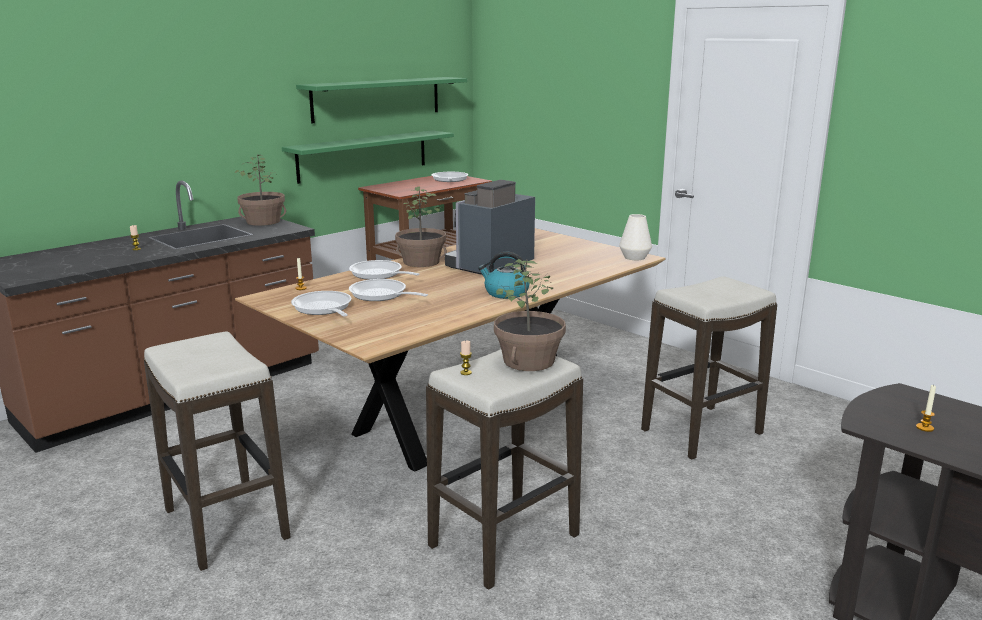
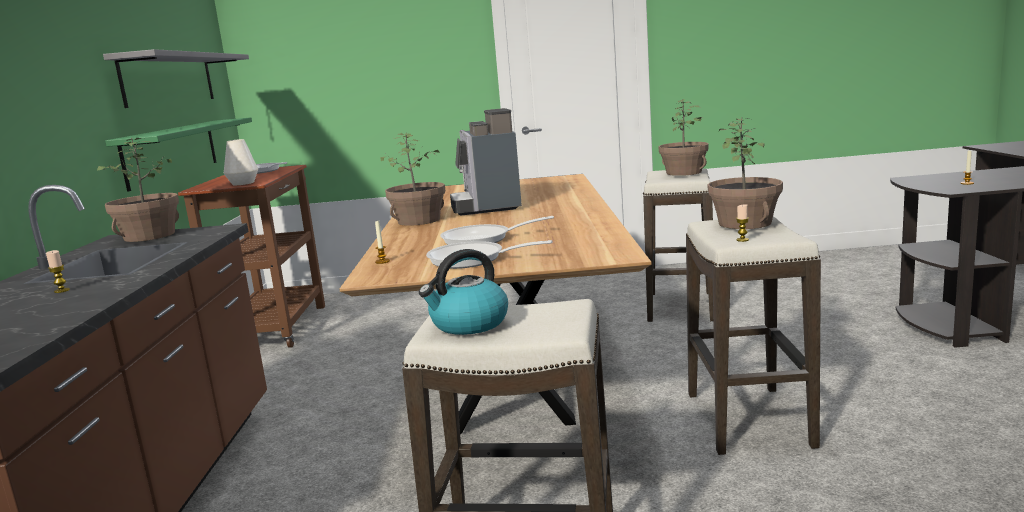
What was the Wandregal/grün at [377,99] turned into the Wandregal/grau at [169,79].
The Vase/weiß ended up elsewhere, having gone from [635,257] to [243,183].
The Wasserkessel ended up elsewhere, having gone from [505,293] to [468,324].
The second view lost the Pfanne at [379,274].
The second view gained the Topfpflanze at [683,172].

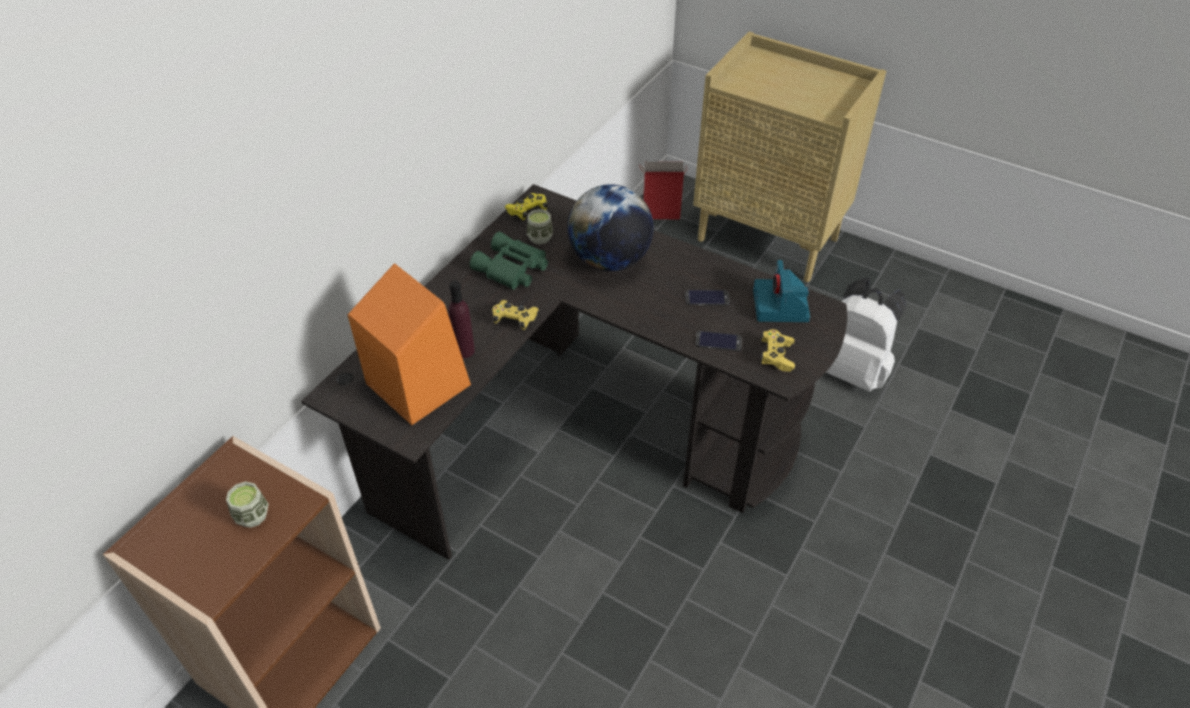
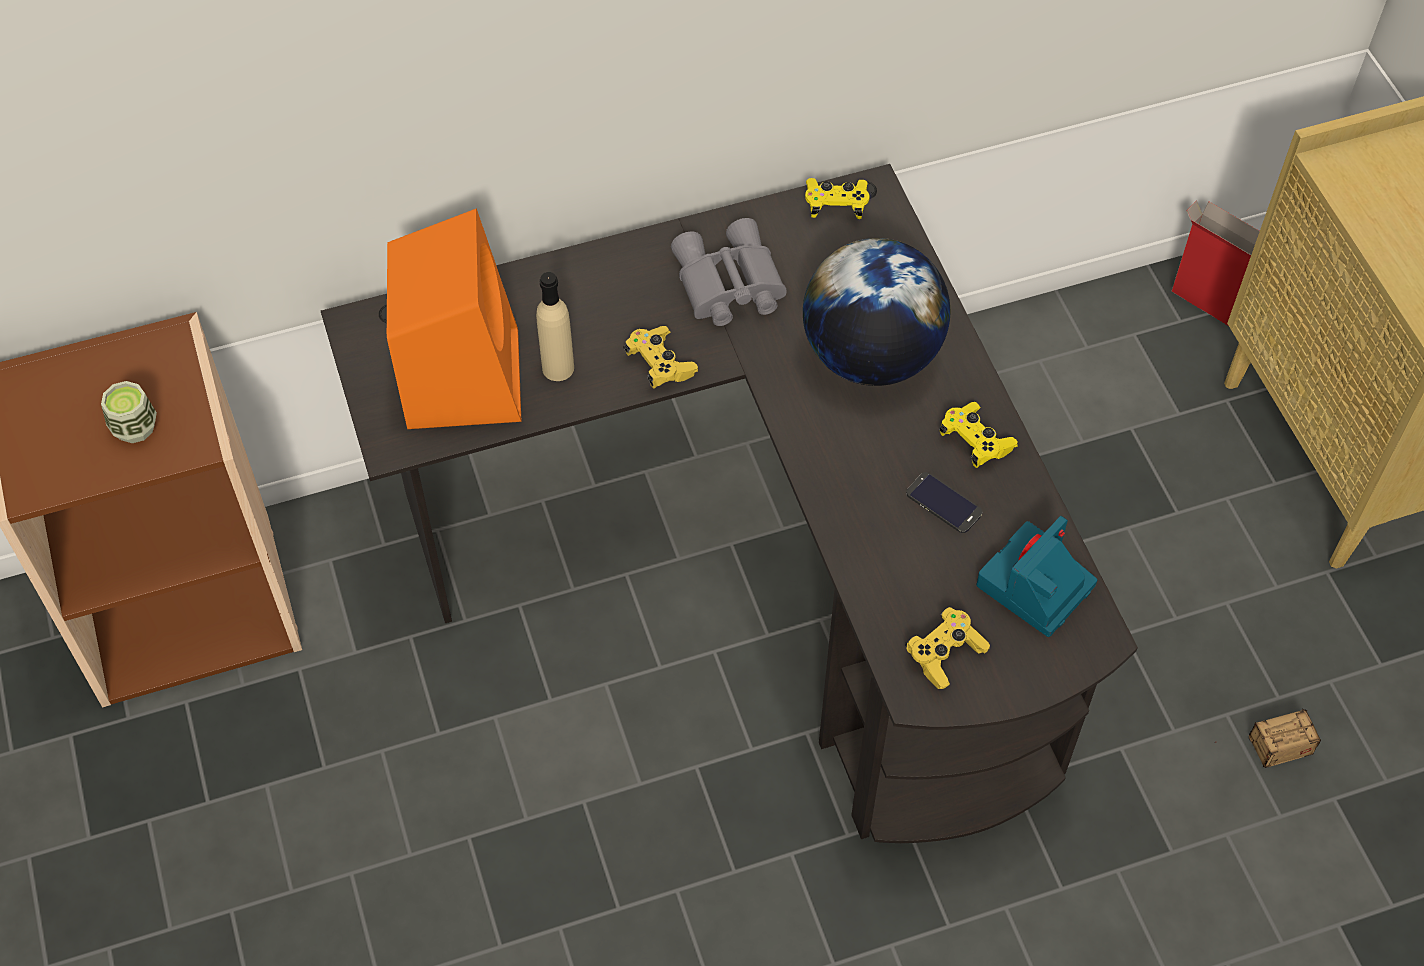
The second view lost the Tasse at [540,237].
What was the Fernglas/grün at [511,269] turned into the Fernglas/grau at [727,285].
Where the Rucksack/weiß stood at [851,370], the Aufbewahrungsbox came to stand at [1246,755].
What was the Flasche/lila at [464,350] turned into the Flasche/beige at [558,368].
The second view lost the Handy at [718,341].
The second view gained the Gamepad/gelb at [975,442].

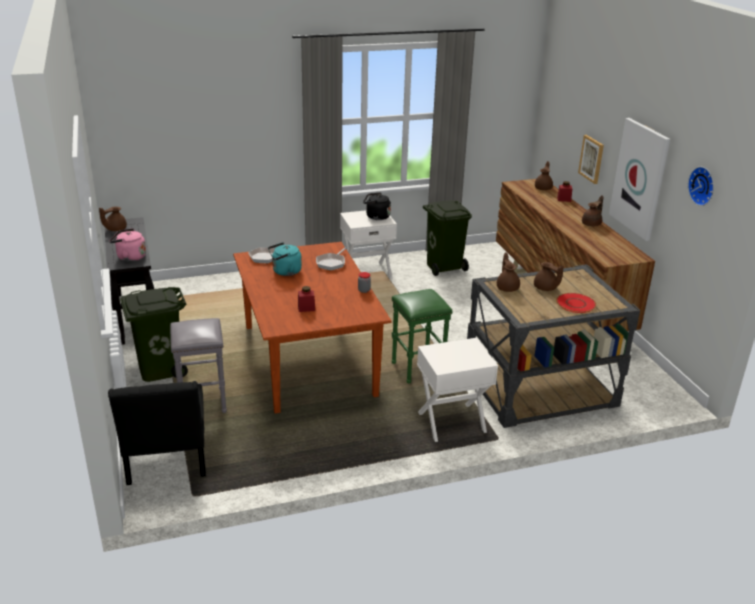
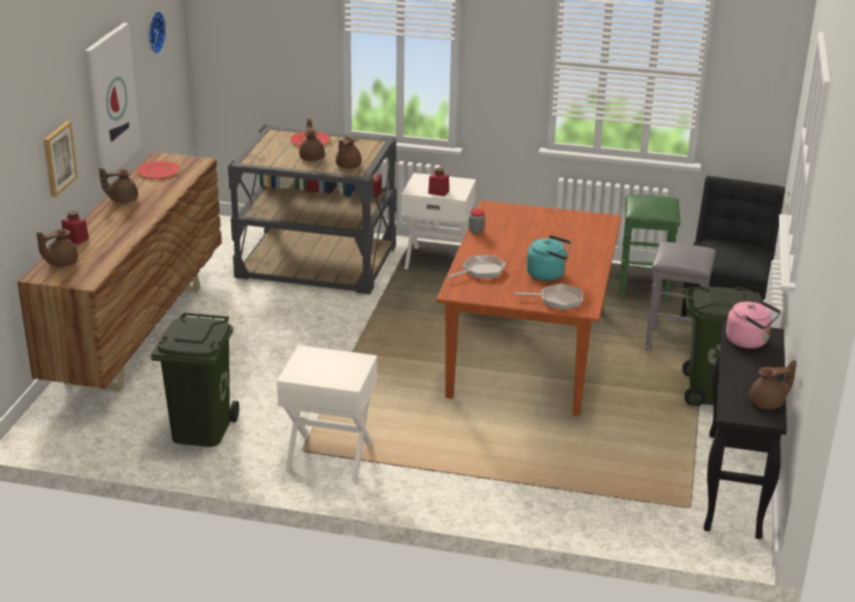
The second view lost the Wasserkessel/schwarz at [376,217].
The Vorratsglas/rot ended up elsewhere, having gone from [306,308] to [438,192].
The Hocker/grün ended up elsewhere, having gone from [419,369] to [642,287].
The second view gained the Teller/rot at [158,171].

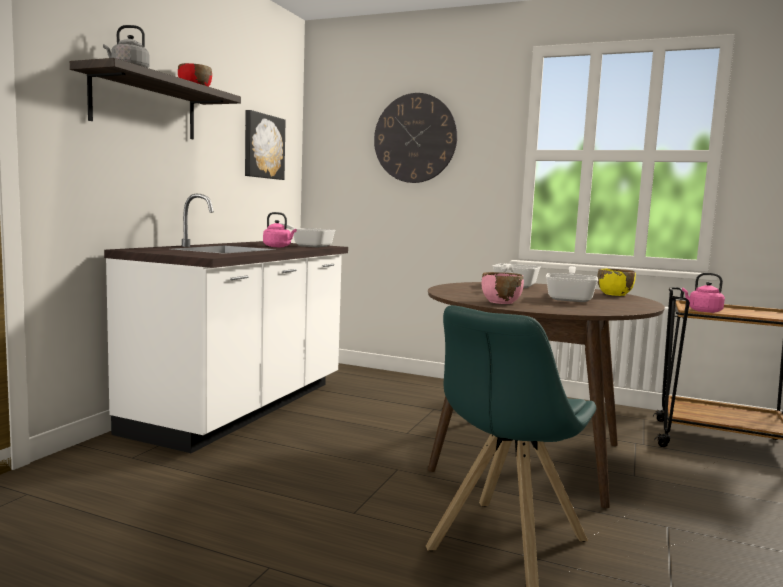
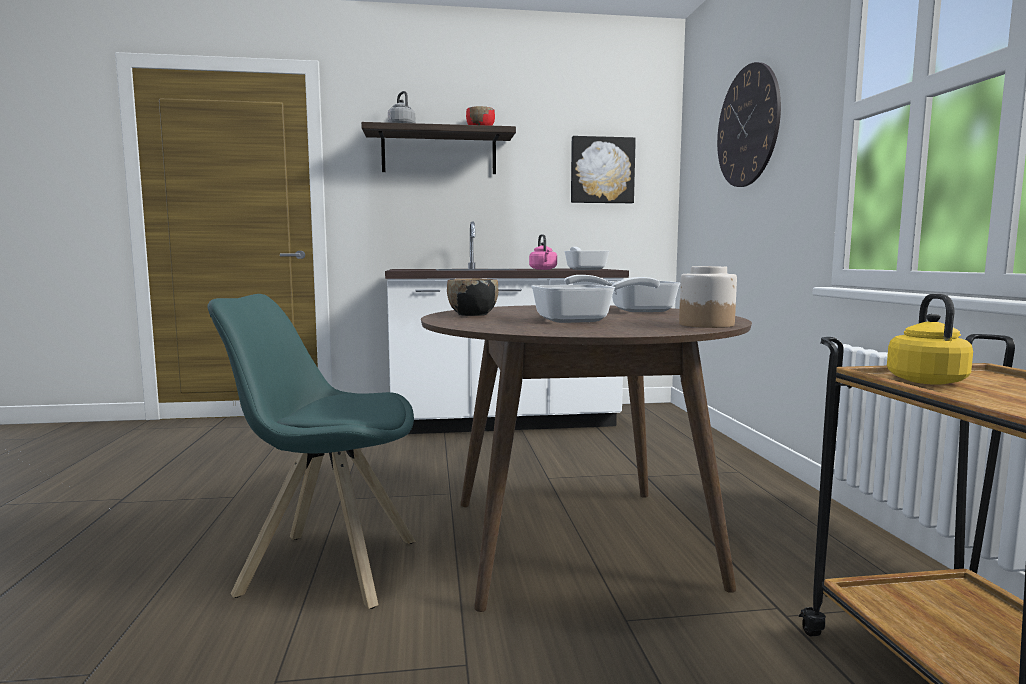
Where the Schüssel/gelb stood at [614,294], the Vorratsglas came to stand at [706,325].
What was the Schüssel/rosa at [500,302] turned into the Schüssel/schwarz at [472,314].
What was the Wasserkessel/rosa at [703,311] turned into the Wasserkessel/gelb at [924,380].

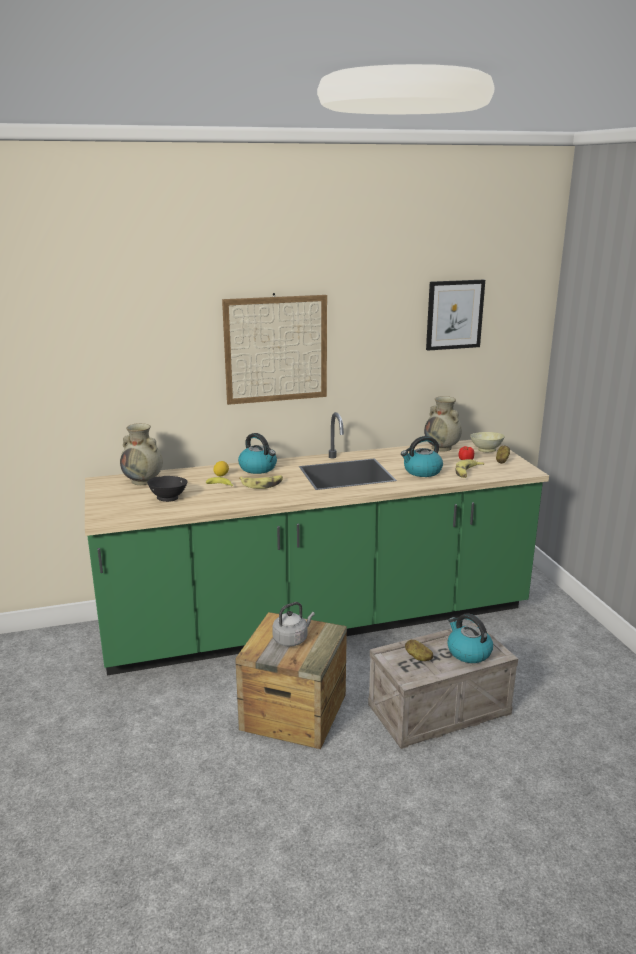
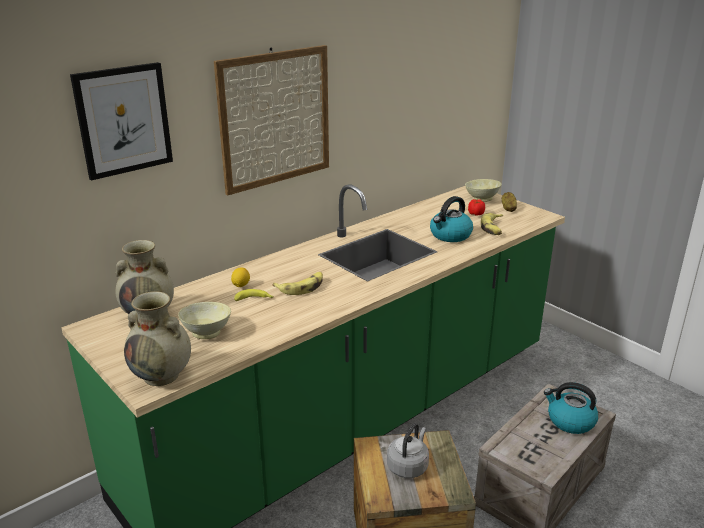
The Bild ended up elsewhere, having gone from [454,314] to [123,120].
The Vase/beige ended up elsewhere, having gone from [442,448] to [162,375].
The second view lost the Wasserkessel at [258,468].
What was the Schüssel/schwarz at [169,498] turned into the Schüssel/beige at [207,332].
The second view lost the Kartoffel at [418,657].

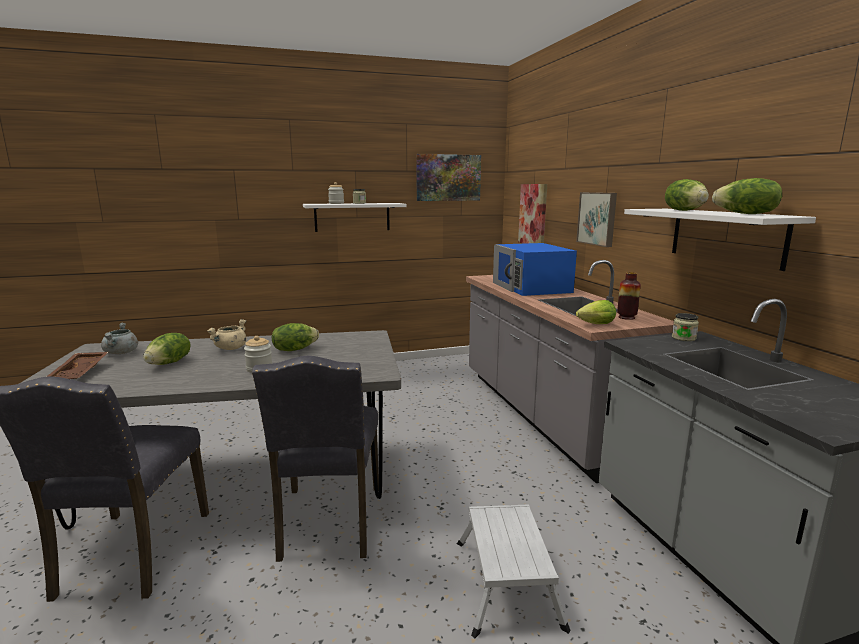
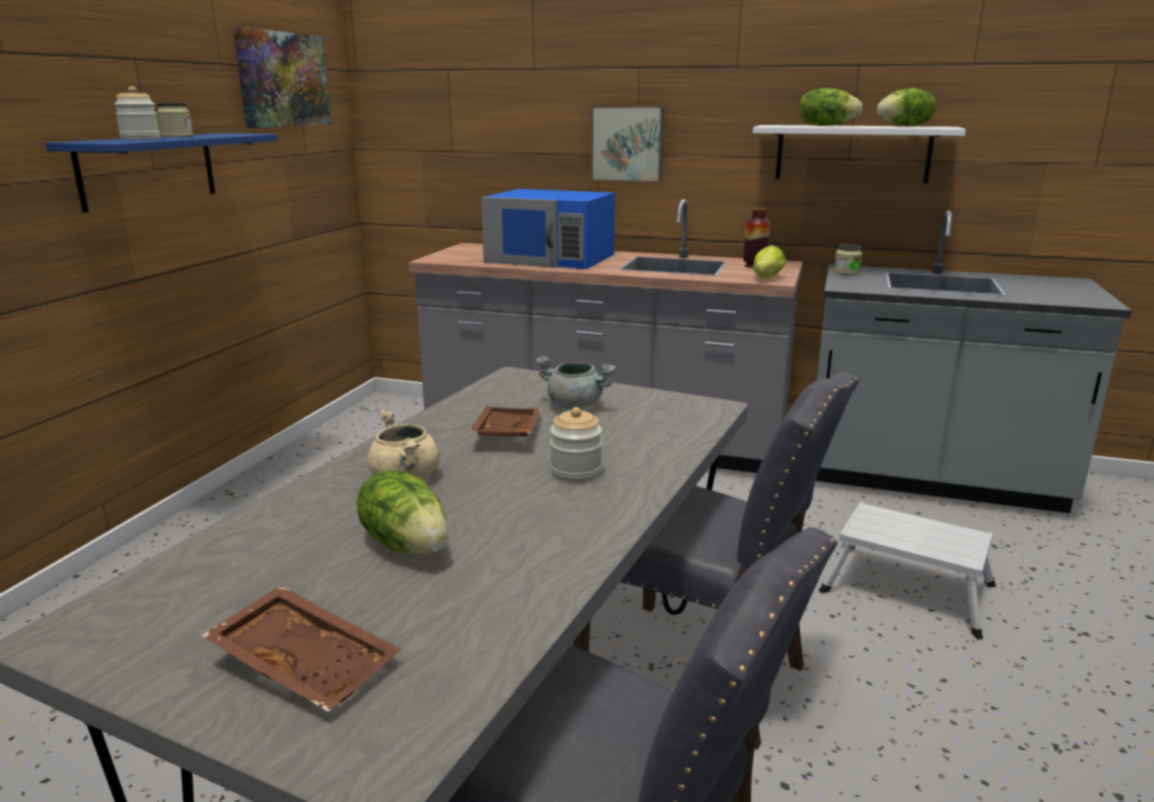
The second view lost the Bild at [533,214].
What was the Wandregal/weiß at [352,217] turned into the Wandregal/blau at [148,170].
The Kochtopf/grau ended up elsewhere, having gone from [121,353] to [576,405].
Where the Salatkopf stood at [294,349], the Tablett/braun came to stand at [505,433].

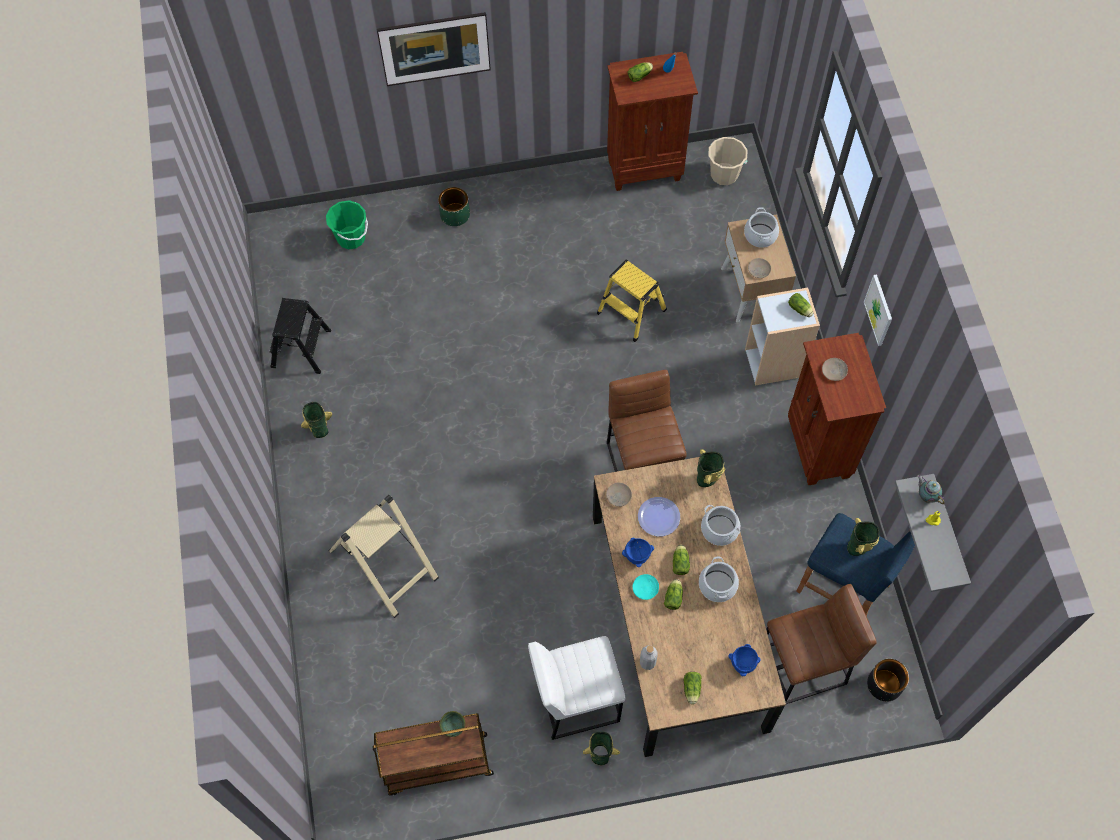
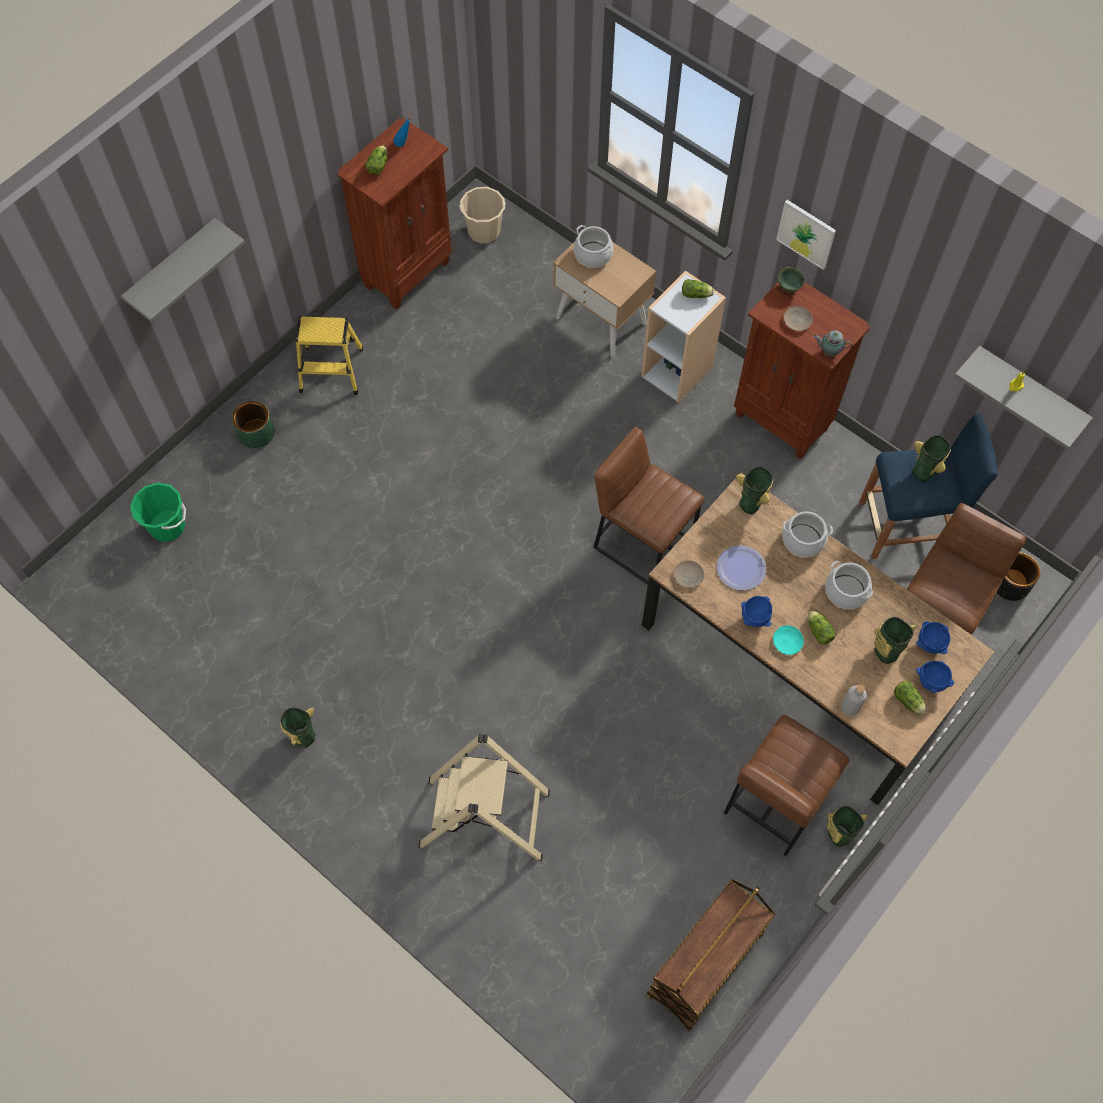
Where the Bild hung at [436,62], the Wandregal/grau came to hang at [173,268].
The second view lost the Teller/beige at [759,270].
The Trittleiter/gelb ended up elsewhere, having gone from [632,311] to [332,369].
The second view lost the Trittleiter/schwarz at [301,348].
The Teekanne ended up elsewhere, having gone from [926,496] to [829,351].
The second view lost the Salatkopf at [680,562].
What was the Stuhl/weiß at [576,701] turned into the Stuhl/braun at [775,803].
The Schüssel/grün ended up elsewhere, having gone from [453,726] to [789,287].
The second view gained the Vase at [885,651].
The second view gained the Schüssel/blau at [931,683].

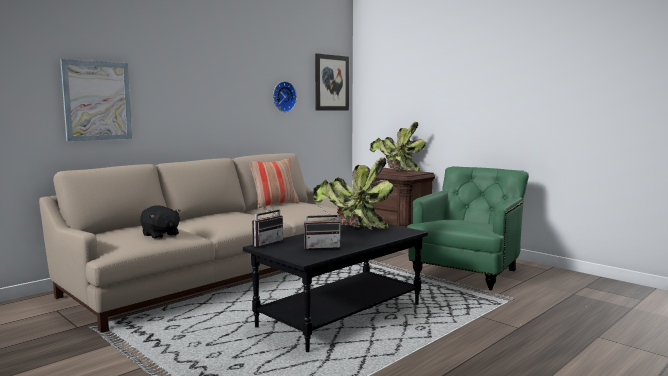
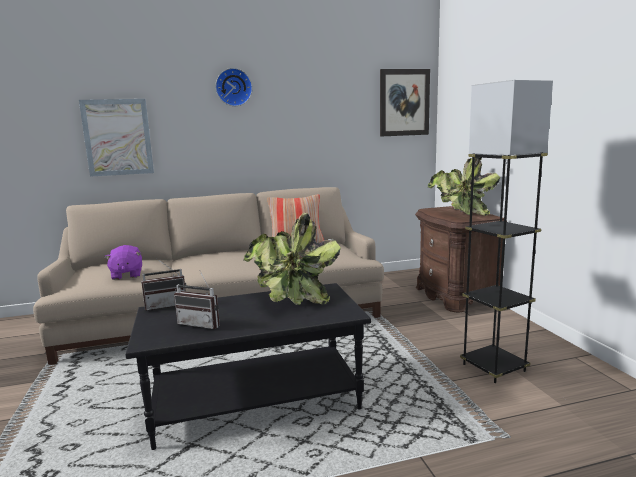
The Wanduhr ended up elsewhere, having gone from [283,96] to [233,87].
Where the Sessel/grün stood at [468,272], the Stehlampe/grau came to stand at [494,368].
What was the Plüschtier/schwarz at [160,235] turned into the Plüschtier/lila at [126,275].

